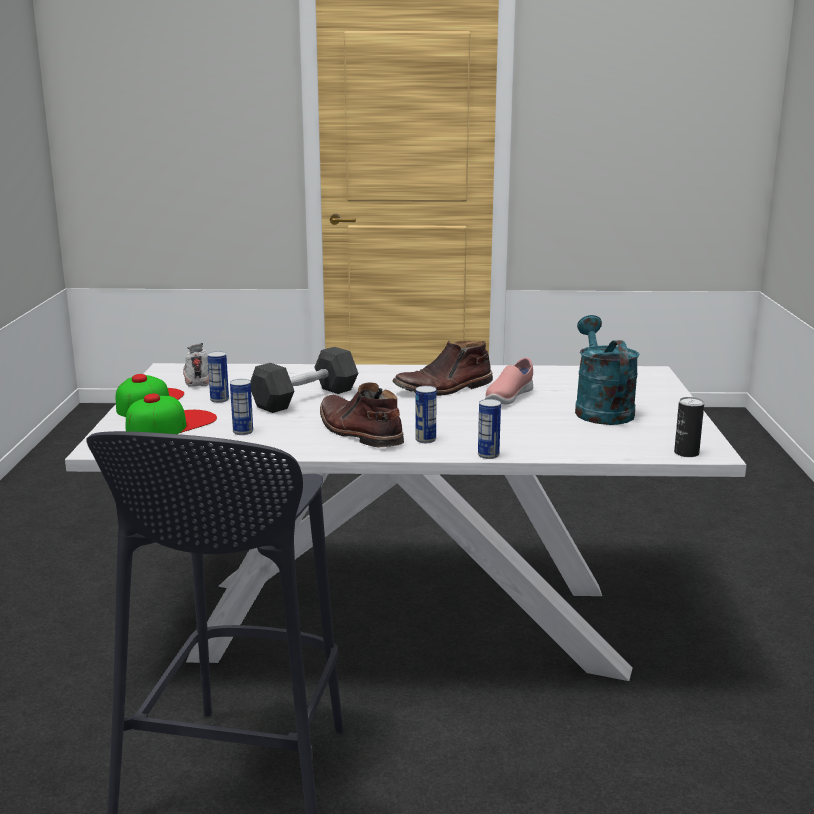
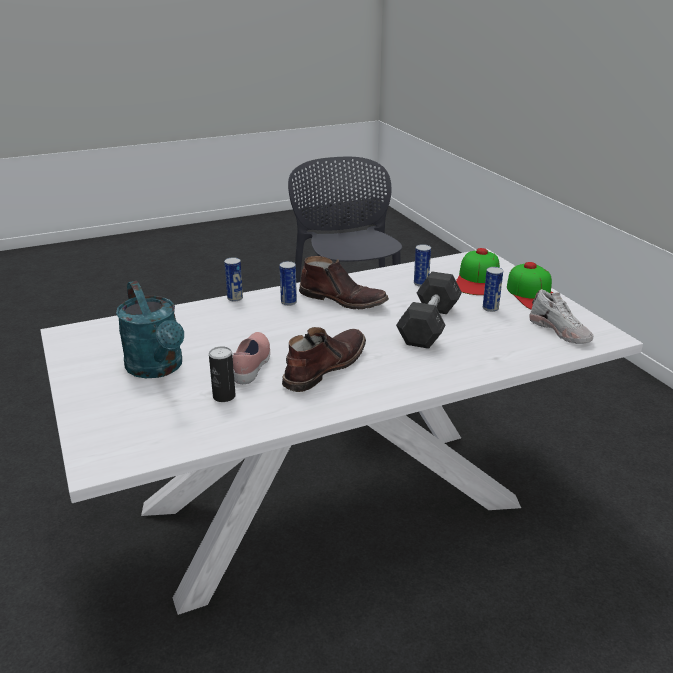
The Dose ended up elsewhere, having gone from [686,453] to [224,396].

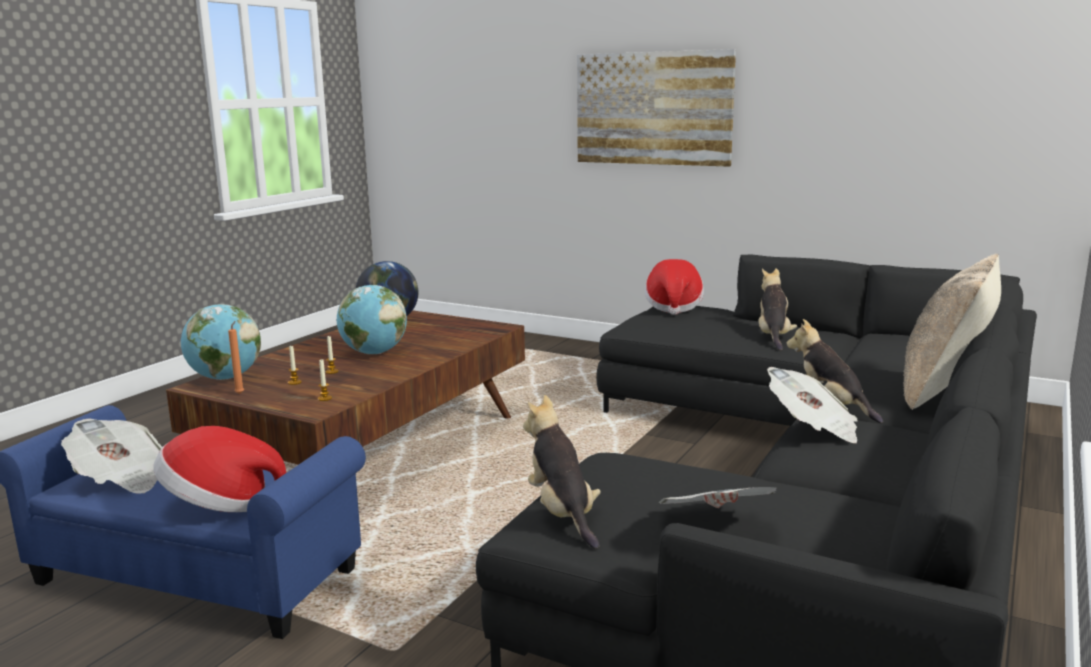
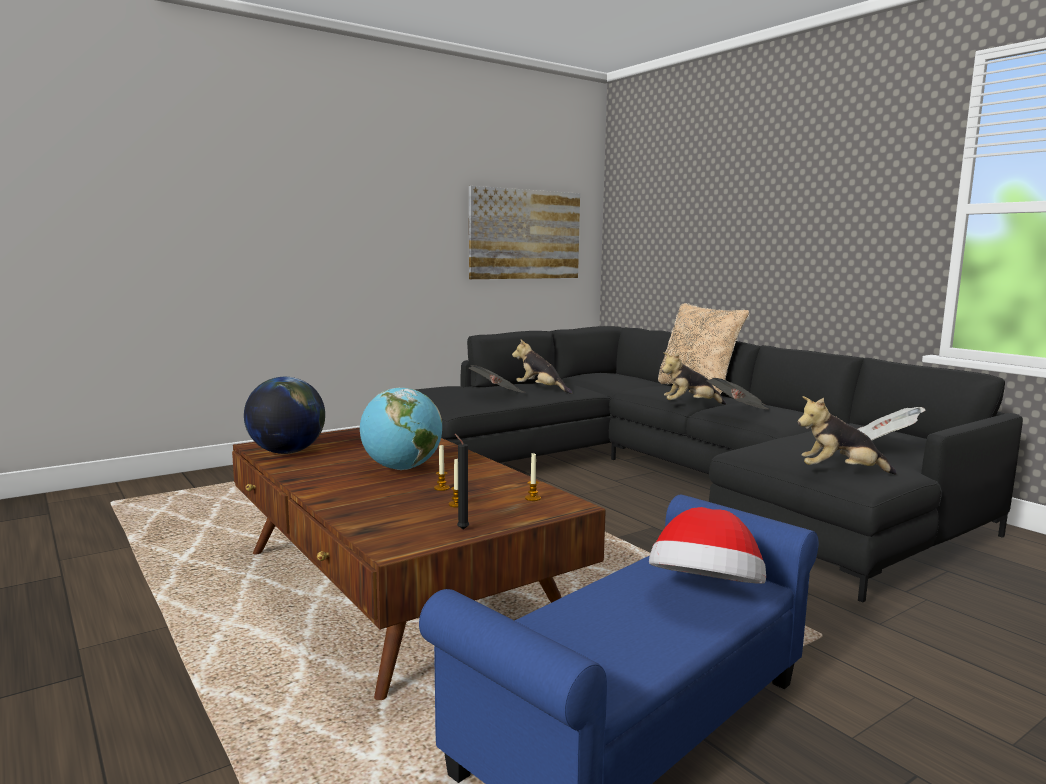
The Bild ended up elsewhere, having gone from [653,108] to [525,234].
The second view lost the Hut at [673,307].
The second view lost the Globus at [225,378].
What was the Kerze/orange at [240,393] turned into the Kerze/schwarz at [461,529].
The Zeitung ended up elsewhere, having gone from [123,479] to [497,394].

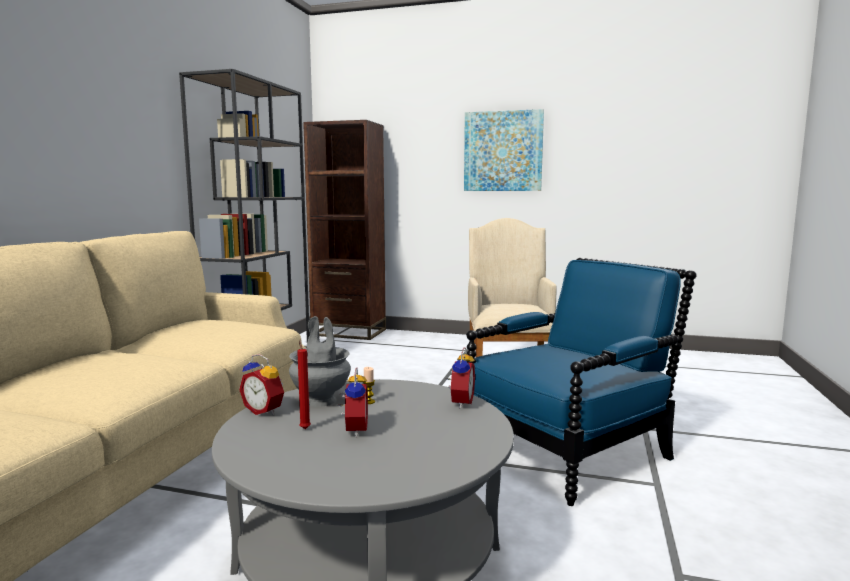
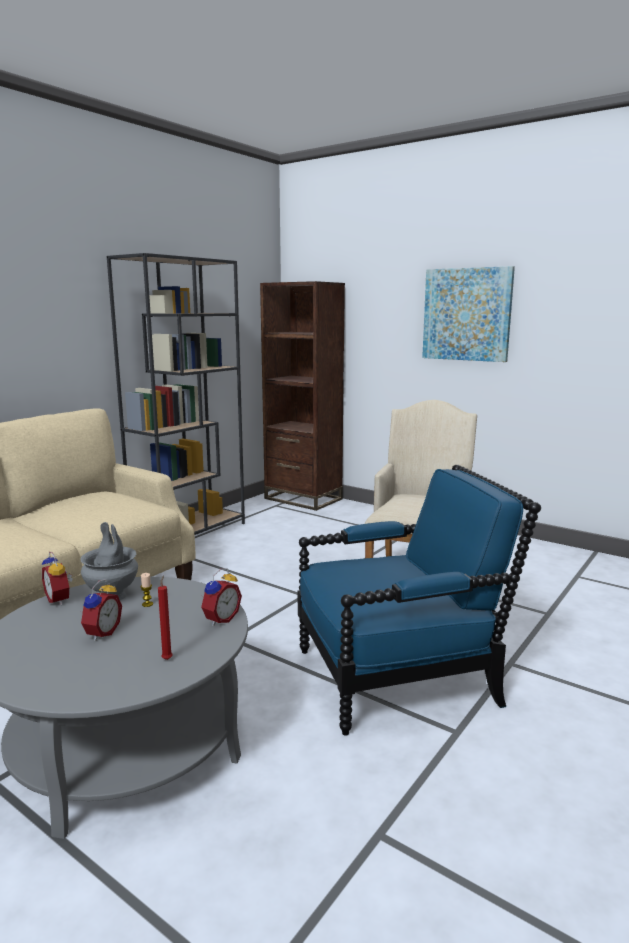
The Kerze/rot ended up elsewhere, having gone from [305,428] to [167,658].

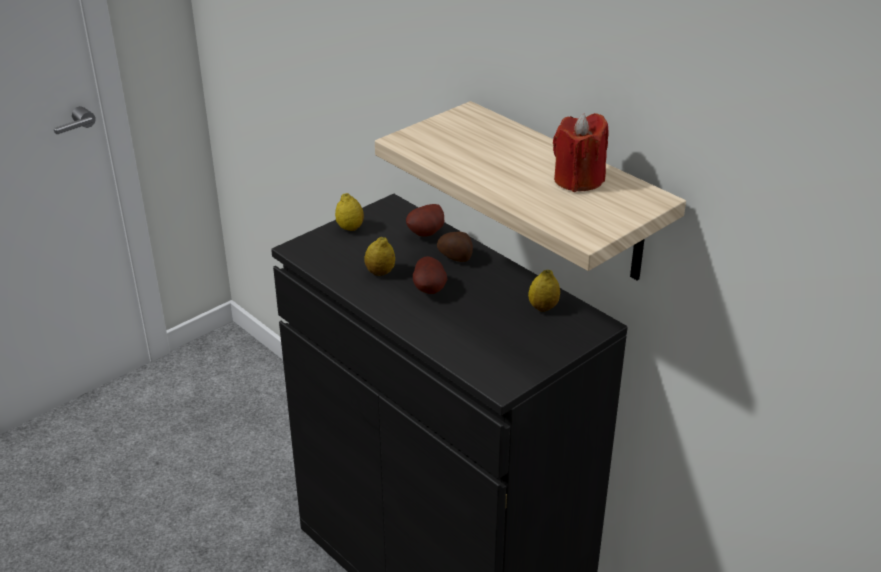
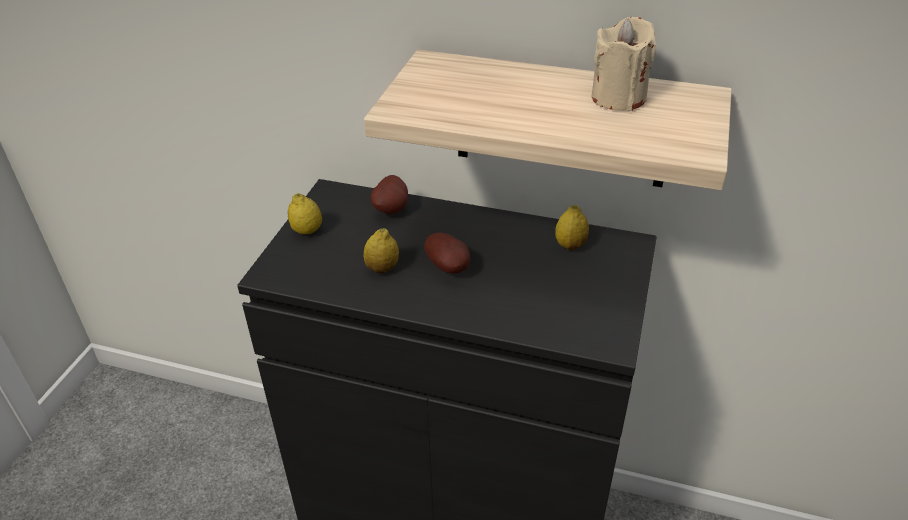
What was the Kerze/rot at [578,180] turned into the Kerze/beige at [618,98].
The second view lost the Kartoffel at [456,257].

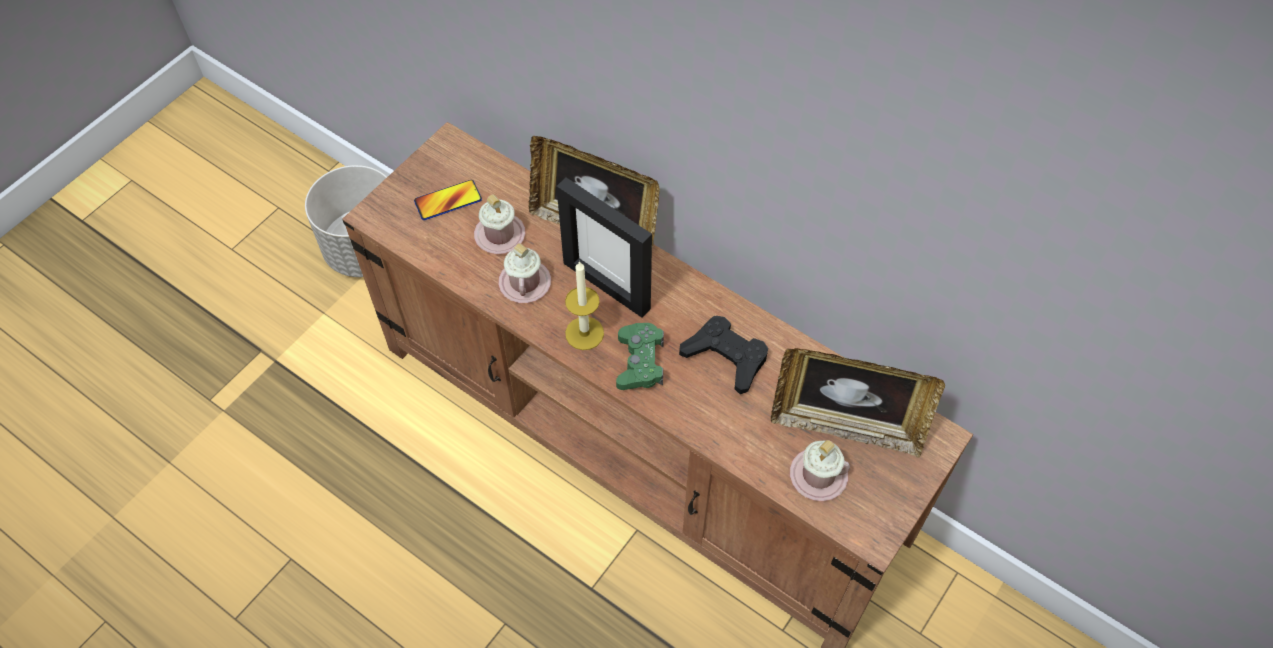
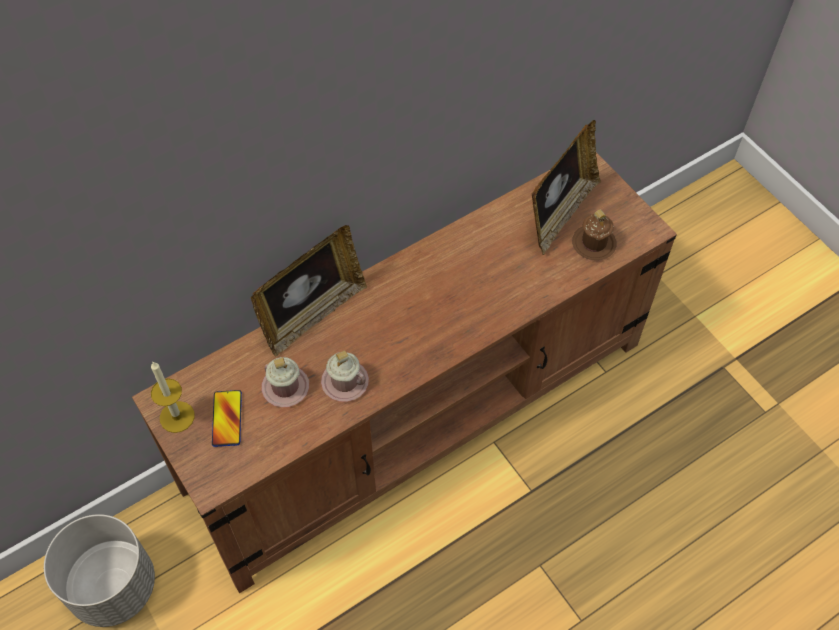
The second view lost the Bilderrahmen at [608,284].
The Kerze ended up elsewhere, having gone from [584,333] to [177,417].
The second view lost the Gamepad/schwarz at [726,357].
The second view lost the Gamepad/grün at [640,362].
What was the Henkelbecher/rosa at [818,475] turned into the Henkelbecher/braun at [593,244].

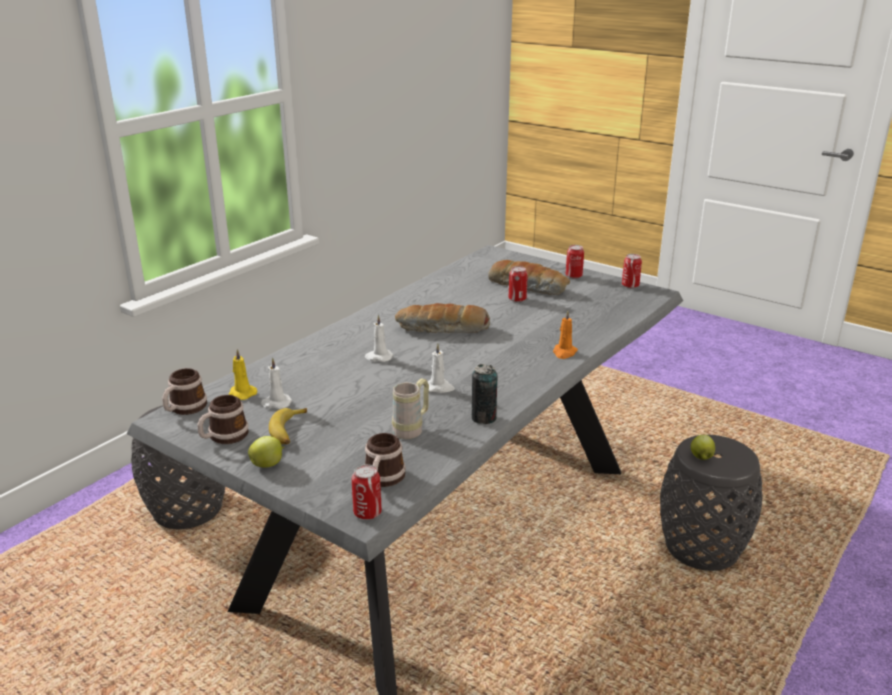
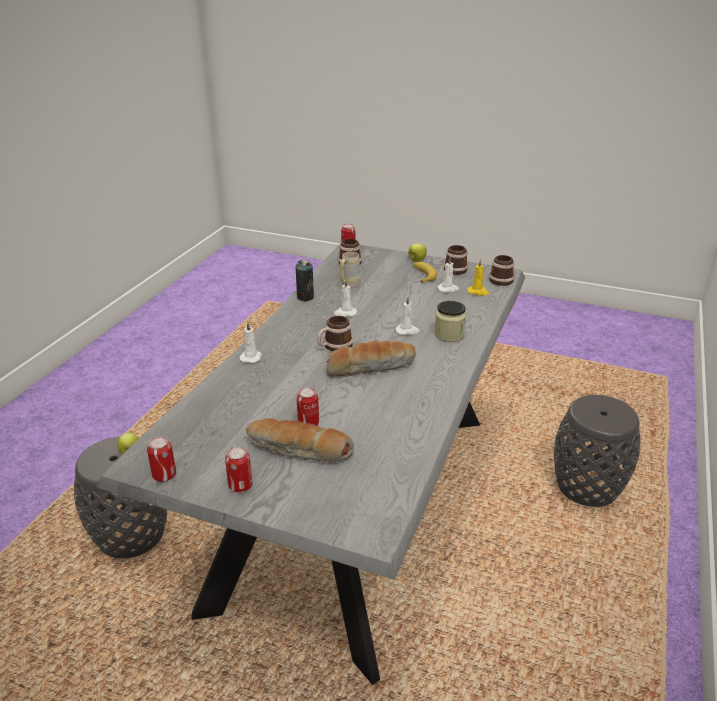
What was the Kerze/orange at [564,352] turned into the Kerze/weiß at [251,357].
The second view gained the Vorratsglas at [449,334].
The second view gained the Henkelbecher at [334,346].

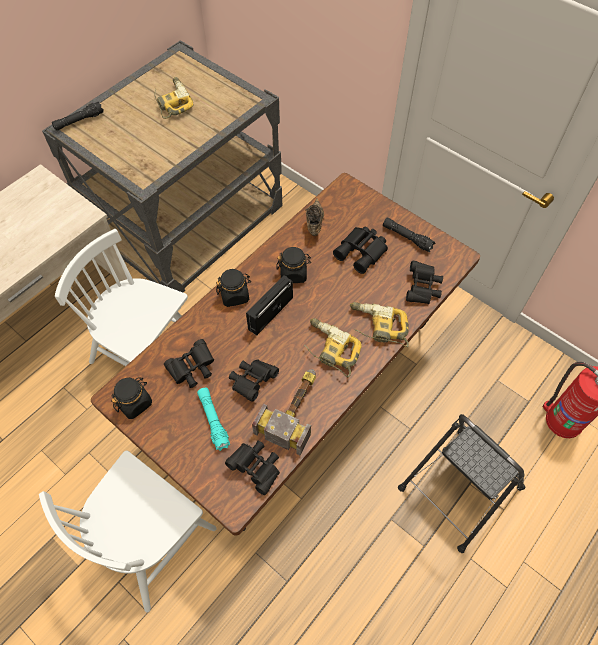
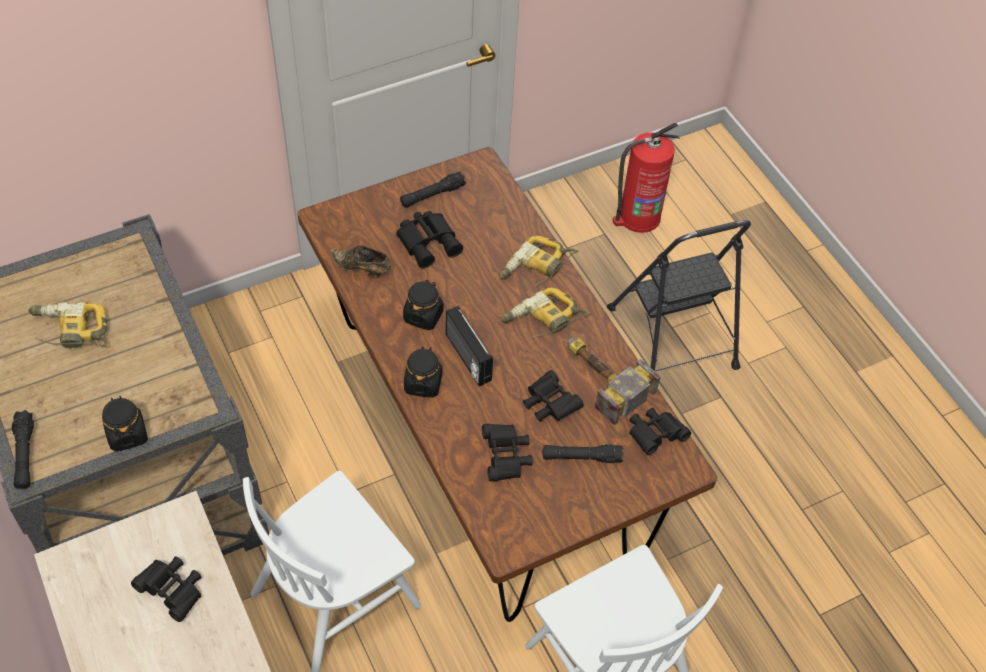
The Fernglas/schwarz ended up elsewhere, having gone from [422,289] to [173,591].
The Vorratsglas/schwarz ended up elsewhere, having gone from [134,403] to [127,434].
What was the Taschenlampe/türkis at [213,420] turned into the Taschenlampe/schwarz at [581,457].

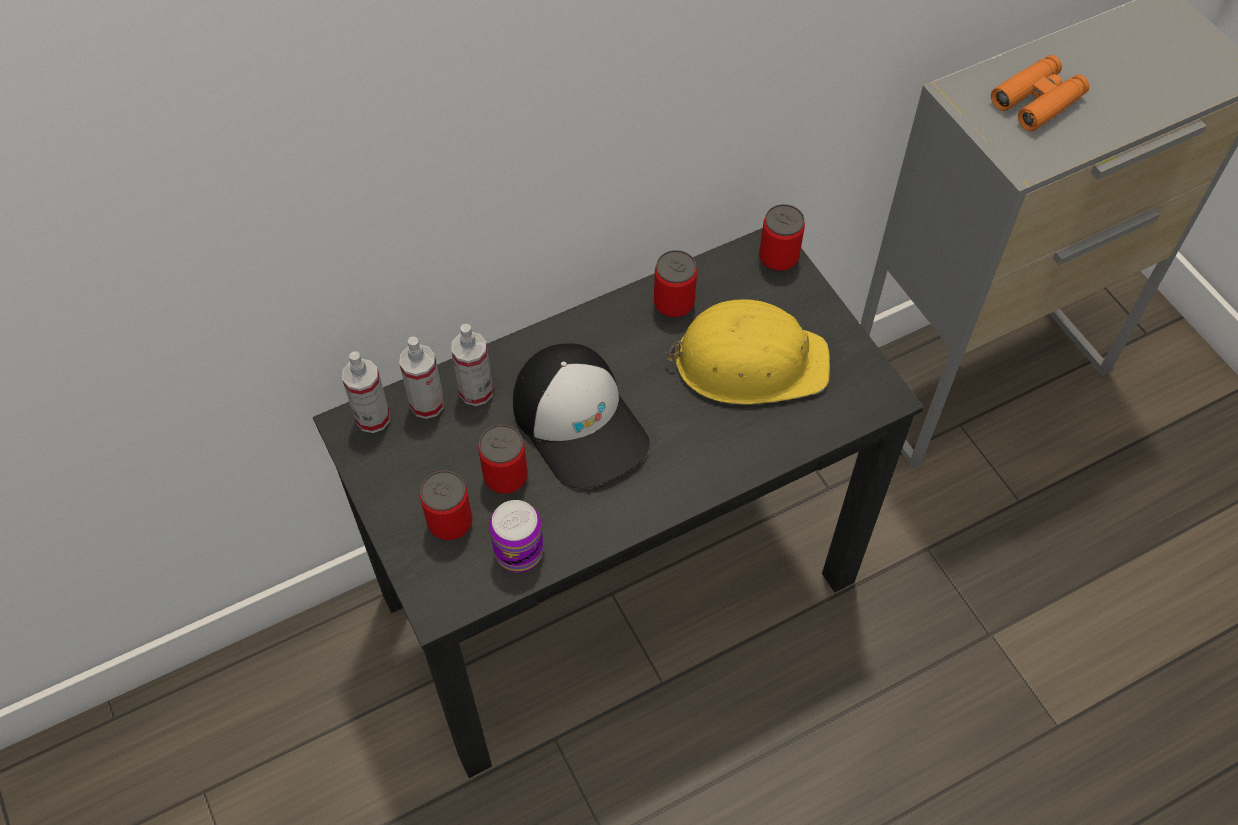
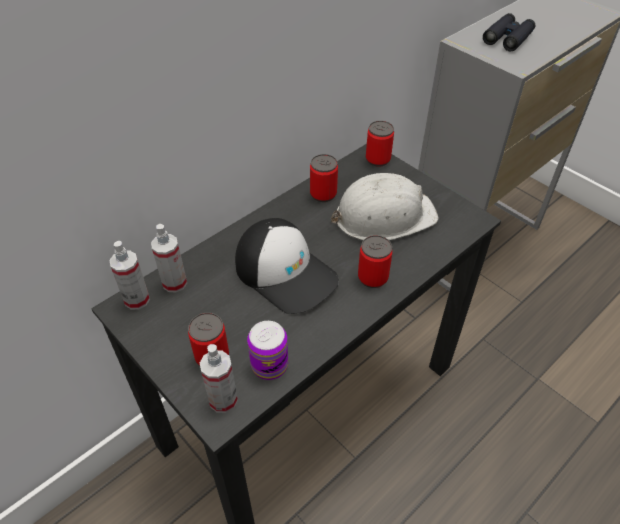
What was the Fernglas/orange at [1037,100] turned into the Fernglas/schwarz at [508,38].
What was the Schutzhelm/gelb at [749,361] turned into the Schutzhelm/weiß at [383,216].
The Sprühflasche ended up elsewhere, having gone from [476,391] to [223,400].
The Dose ended up elsewhere, having gone from [505,477] to [373,277].

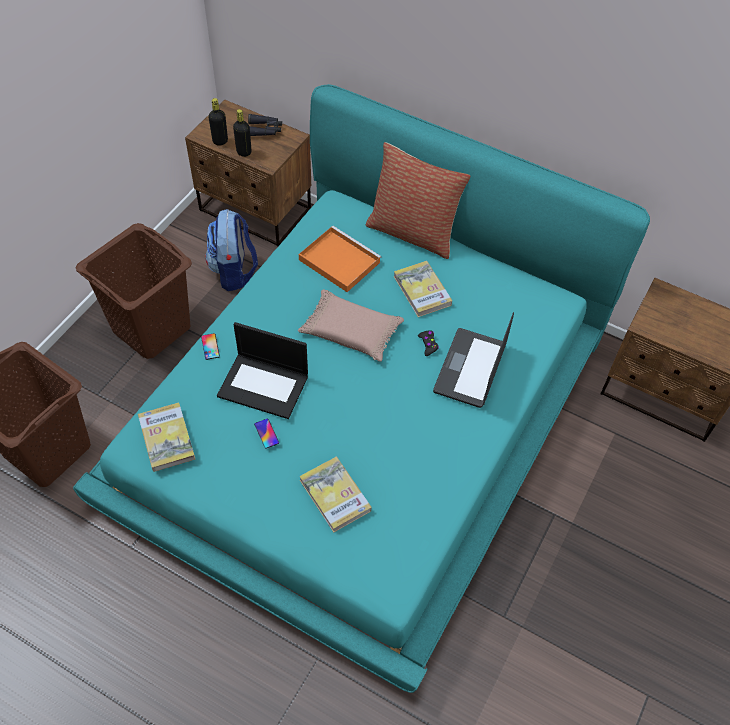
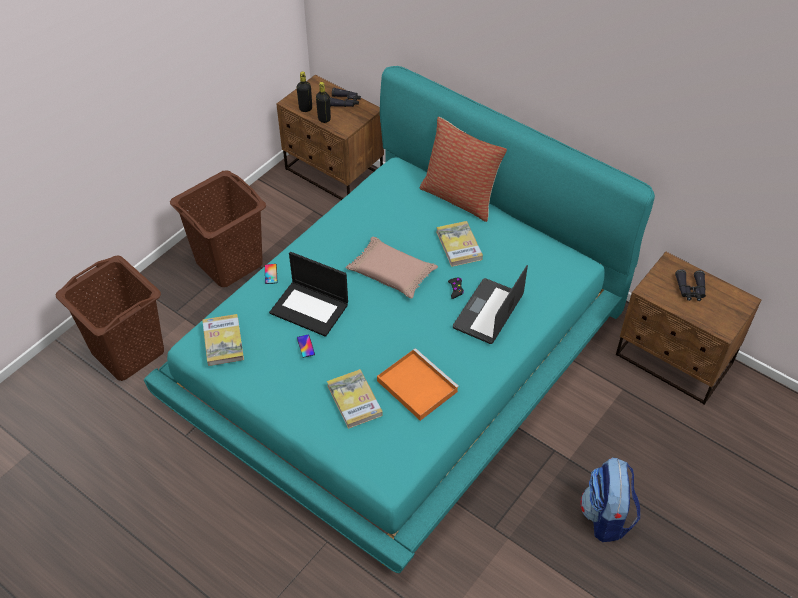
The Rucksack ended up elsewhere, having gone from [234,272] to [606,517].
The Tablett/orange ended up elsewhere, having gone from [338,260] to [415,385].
The second view gained the Fernglas/schwarz at [690,289].

